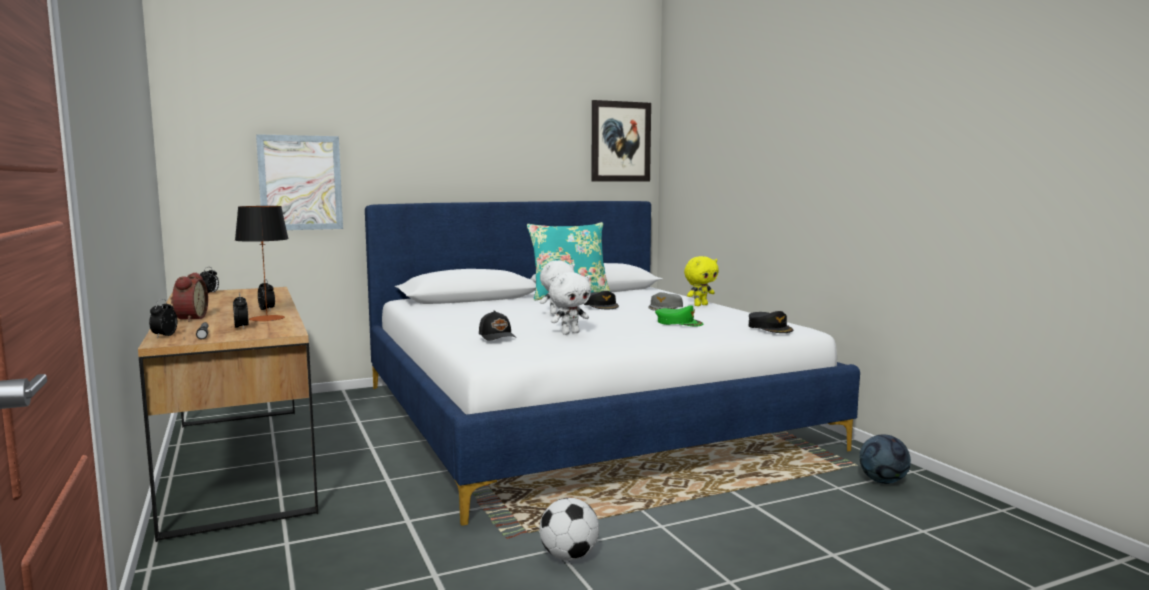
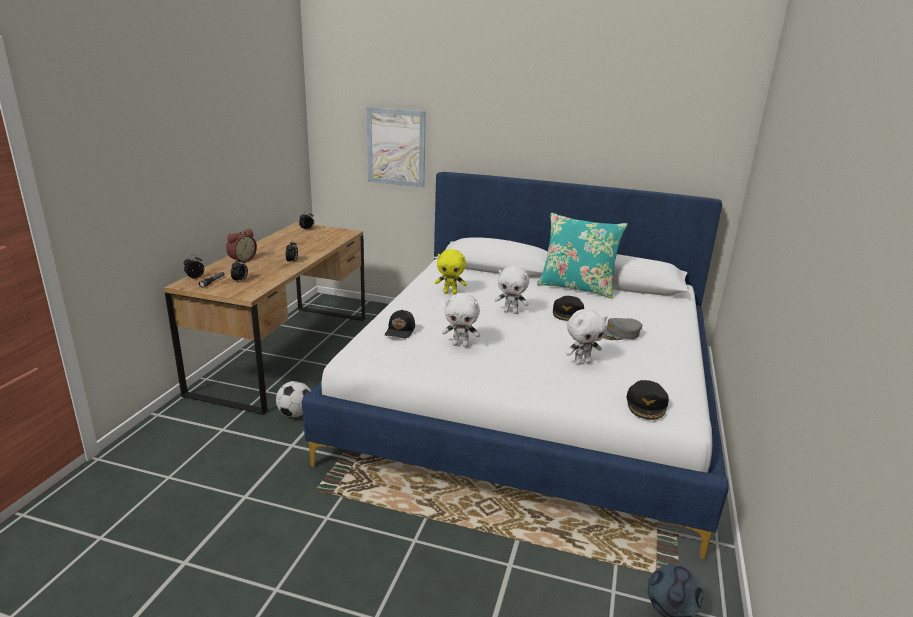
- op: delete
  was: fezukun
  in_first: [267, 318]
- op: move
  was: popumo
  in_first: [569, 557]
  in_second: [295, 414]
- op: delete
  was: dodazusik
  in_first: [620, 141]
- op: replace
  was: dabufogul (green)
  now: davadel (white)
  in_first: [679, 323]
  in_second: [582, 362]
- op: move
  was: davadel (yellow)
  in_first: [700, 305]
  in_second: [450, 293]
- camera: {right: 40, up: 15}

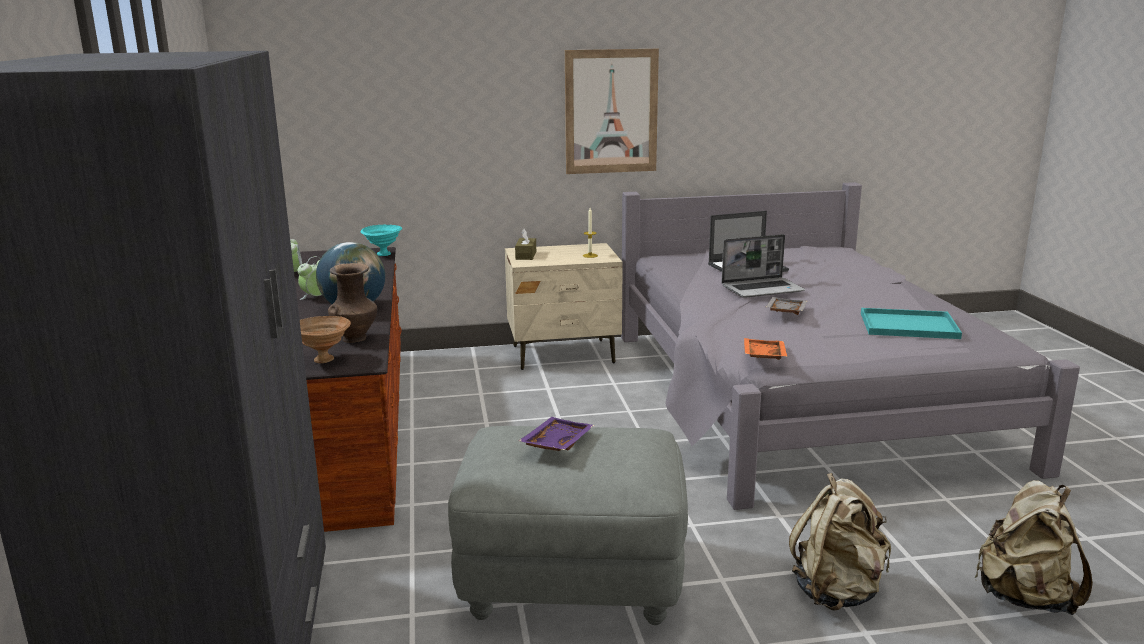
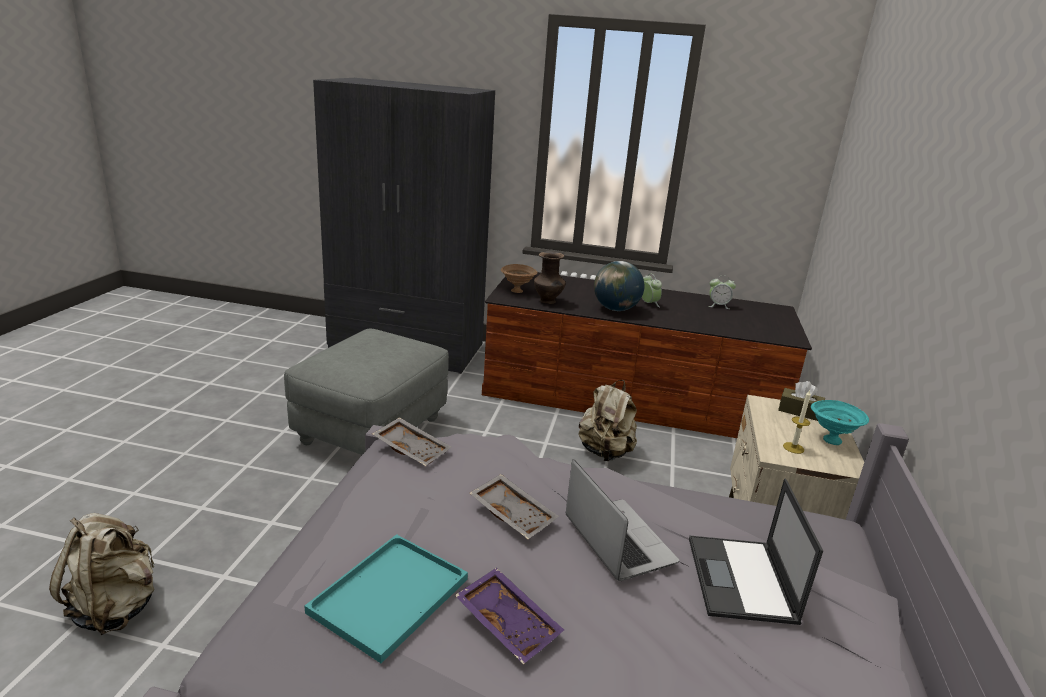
- op: move
  was: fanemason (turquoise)
  in_first: [383, 254]
  in_second: [830, 440]
- op: move
  was: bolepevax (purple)
  in_first: [556, 444]
  in_second: [509, 622]
- op: delete
  was: dodazusik
  in_first: [611, 112]
- op: rotate
  was: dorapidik
  in_first: [763, 289]
  in_second: [616, 540]
  clockwise: 150
- op: recolor
  was: bolepevax (orange)
  now: bolepevax (grey)
  in_first: [762, 357]
  in_second: [412, 449]
- op: move
  was: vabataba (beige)
  in_first: [837, 591]
  in_second: [605, 452]
- camera: {right: 110, up: 5}

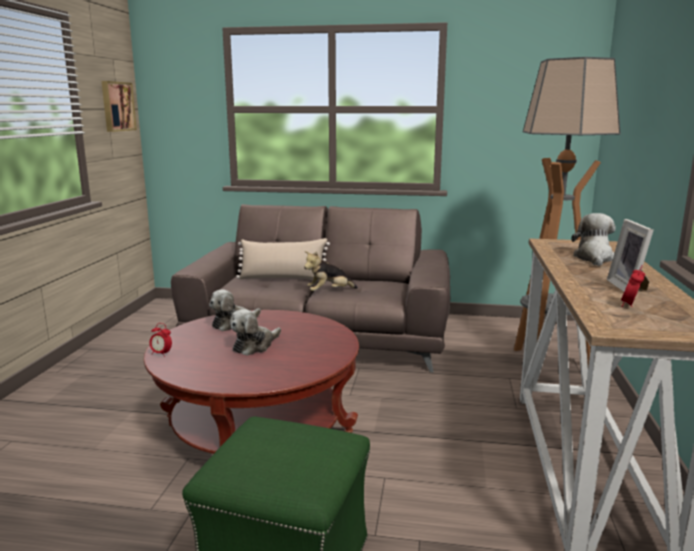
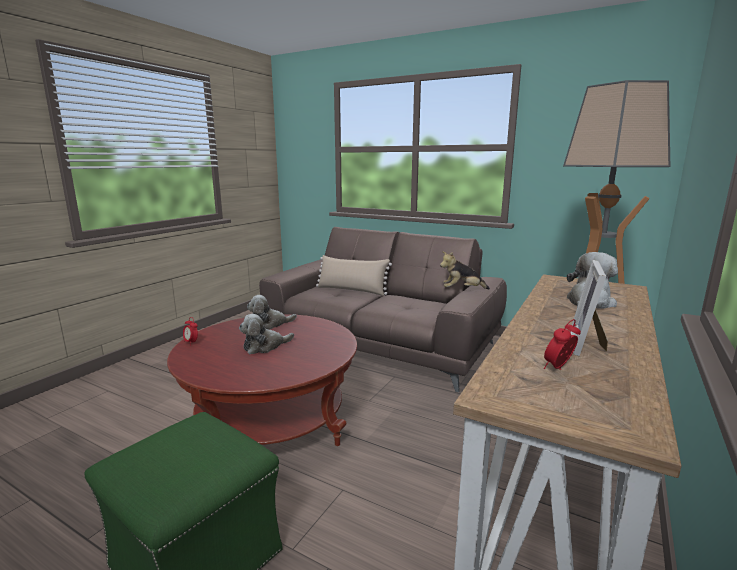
- op: delete
  was: dodazusik
  in_first: [117, 106]
- op: move
  was: davadel
  in_first: [329, 292]
  in_second: [462, 290]
- camera: {right: 20, up: 0}

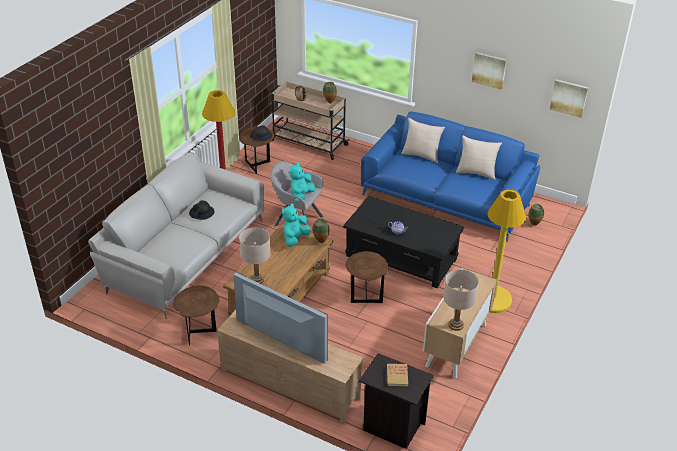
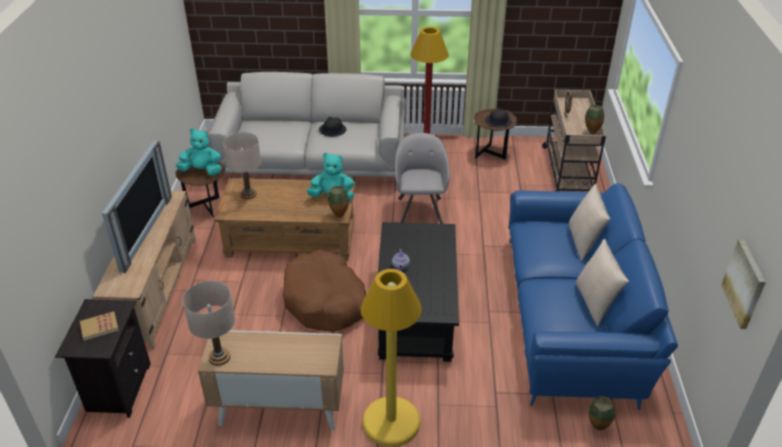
- op: move
  was: davadel (turquoise)
  in_first: [301, 195]
  in_second: [202, 171]
- op: replace
  was: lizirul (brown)
  now: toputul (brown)
  in_first: [365, 296]
  in_second: [325, 301]
- op: delete
  was: dodazusik
  in_first: [489, 70]
- camera: {right: 65, up: 0}

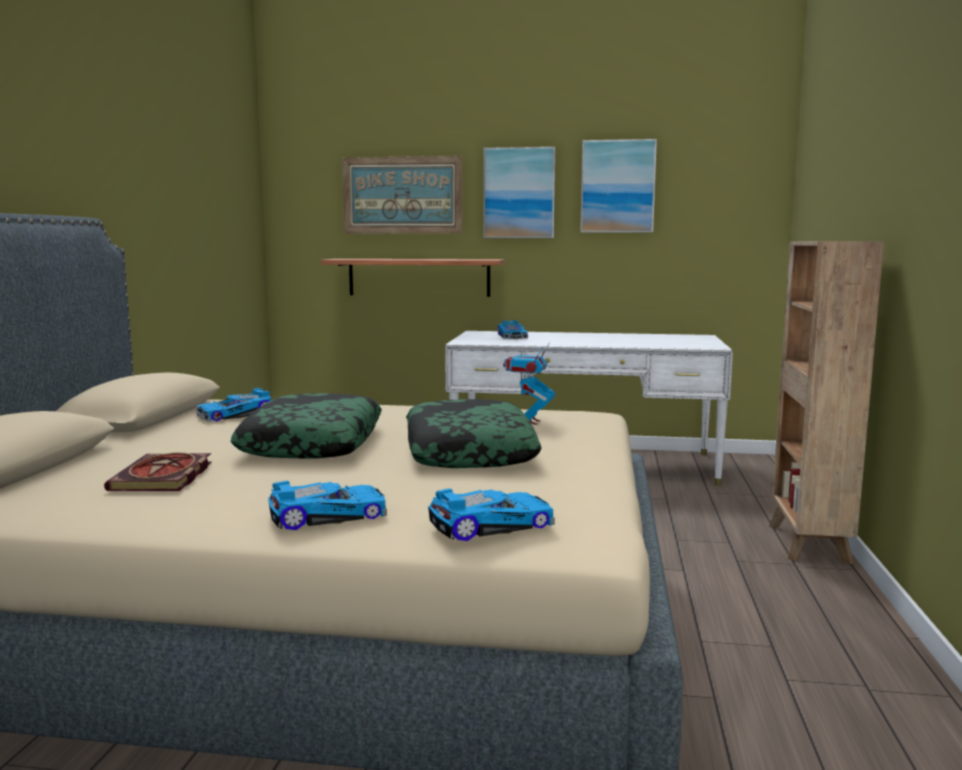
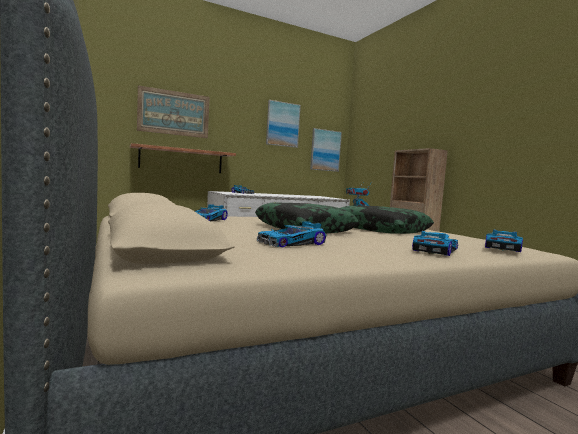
- op: replace
  was: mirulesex
  now: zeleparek
  in_first: [163, 478]
  in_second: [292, 243]
- op: move
  was: dodazusik
  in_first: [519, 193]
  in_second: [325, 150]
- camera: {right: -35, up: -5}

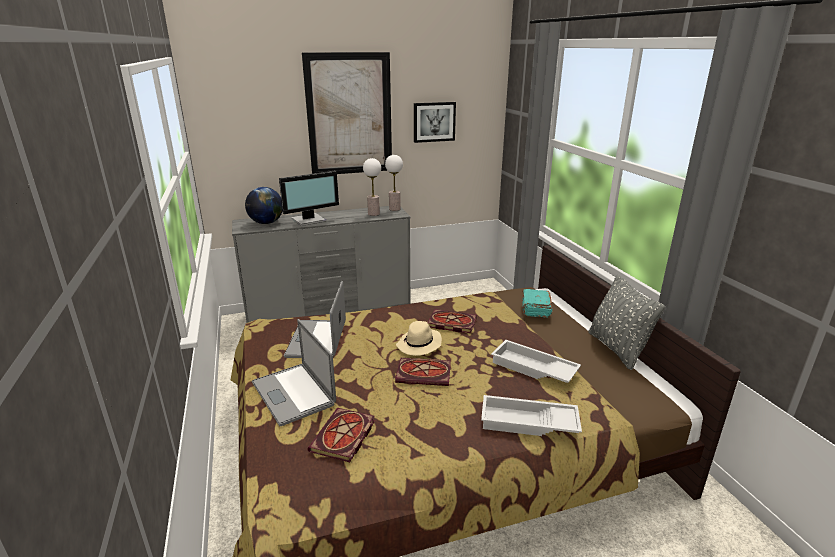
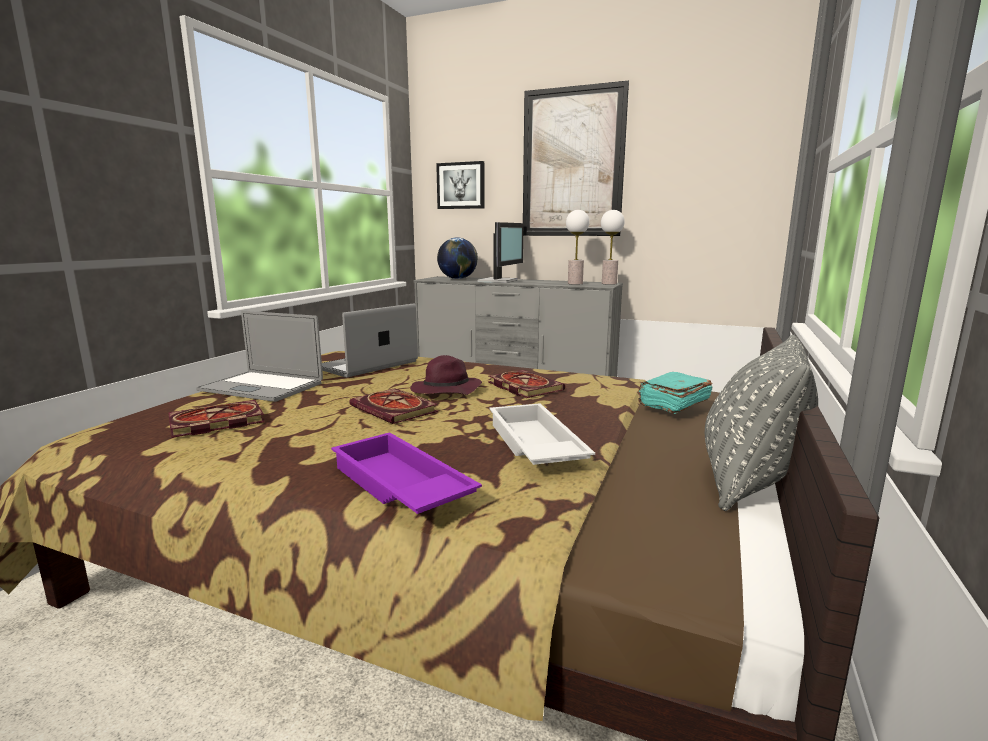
- op: rotate
  was: dorapidik
  in_first: [293, 393]
  in_second: [261, 387]
  clockwise: -75
- op: rotate
  was: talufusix
  in_first: [309, 220]
  in_second: [499, 281]
  clockwise: -75
- op: recolor
  was: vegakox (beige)
  now: vegakox (purple)
  in_first: [419, 345]
  in_second: [445, 391]
- op: move
  was: dodazusik
  in_first: [434, 122]
  in_second: [461, 185]
- op: recolor
  was: bolepevax (white)
  now: bolepevax (purple)
  in_first: [528, 423]
  in_second: [398, 486]
- camera: {right: 40, up: -10}

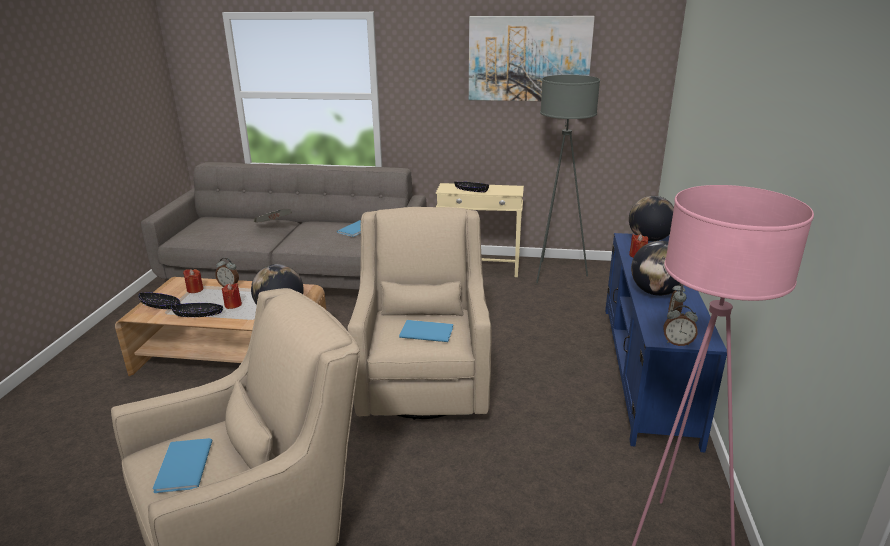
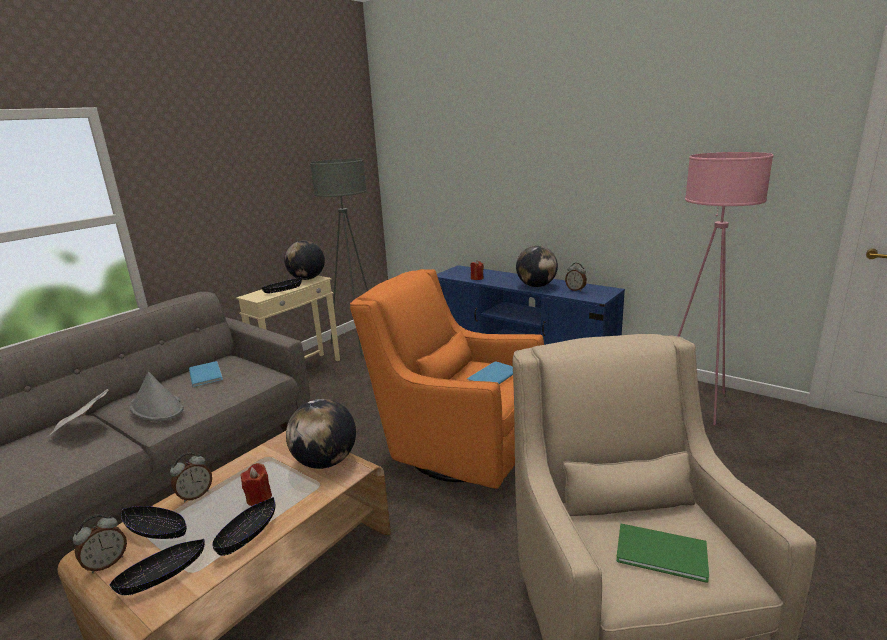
- op: recolor
  was: mirulesex (blue)
  now: mirulesex (green)
  in_first: [181, 467]
  in_second: [663, 555]
- op: replace
  was: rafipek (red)
  now: fanemason (black)
  in_first: [195, 289]
  in_second: [157, 531]
- op: recolor
  was: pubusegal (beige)
  now: pubusegal (orange)
  in_first: [424, 384]
  in_second: [456, 448]
- op: delete
  was: dodazusik
  in_first: [529, 59]
- op: move
  was: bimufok
  in_first: [649, 239]
  in_second: [307, 279]
- op: move
  was: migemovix
  in_first: [677, 343]
  in_second: [106, 563]
- op: insert
  now: vegakox (grey)
  in_second: [157, 408]
- camera: {right: -60, up: -5}

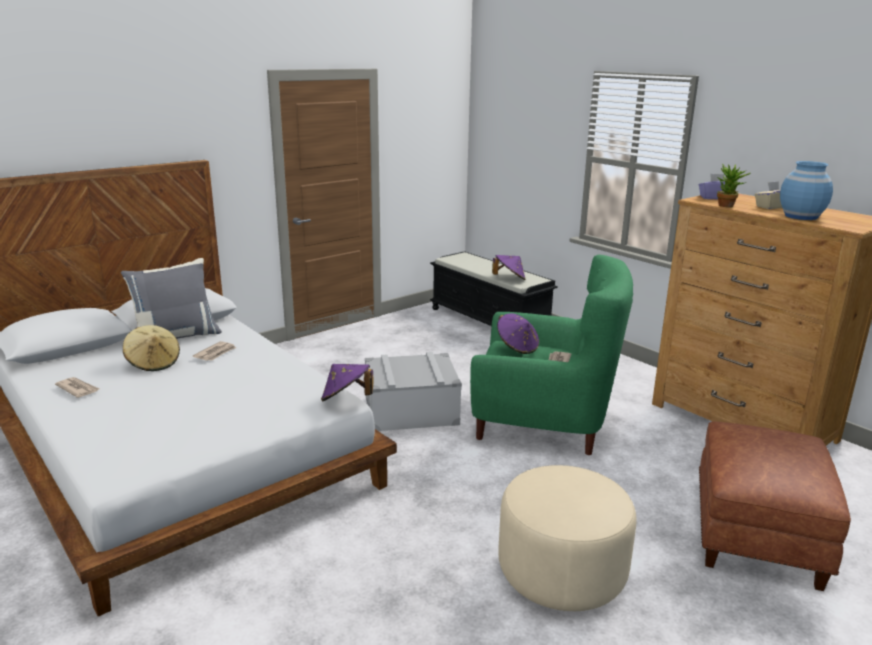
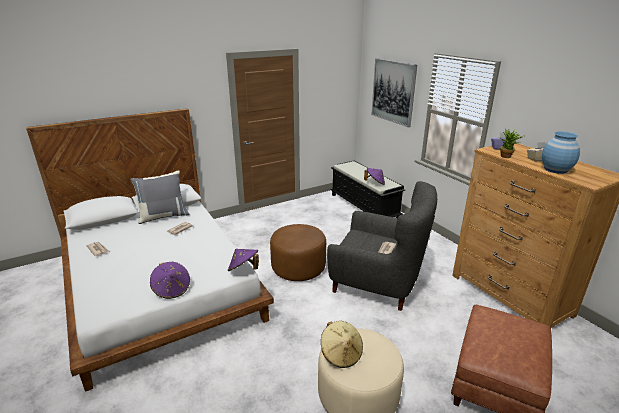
- op: move
  was: vegakox (beige)
  in_first: [153, 363]
  in_second: [341, 354]
- op: replace
  was: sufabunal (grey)
  now: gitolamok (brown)
  in_first: [411, 411]
  in_second: [298, 268]
- op: recolor
  was: pubusegal (green)
  now: pubusegal (grey)
  in_first: [544, 423]
  in_second: [378, 284]
- op: move
  was: vegakox (purple)
  in_first: [517, 347]
  in_second: [172, 289]
- op: insert
  now: dodazusik
  in_second: [393, 91]
- camera: {right: 10, up: 5}

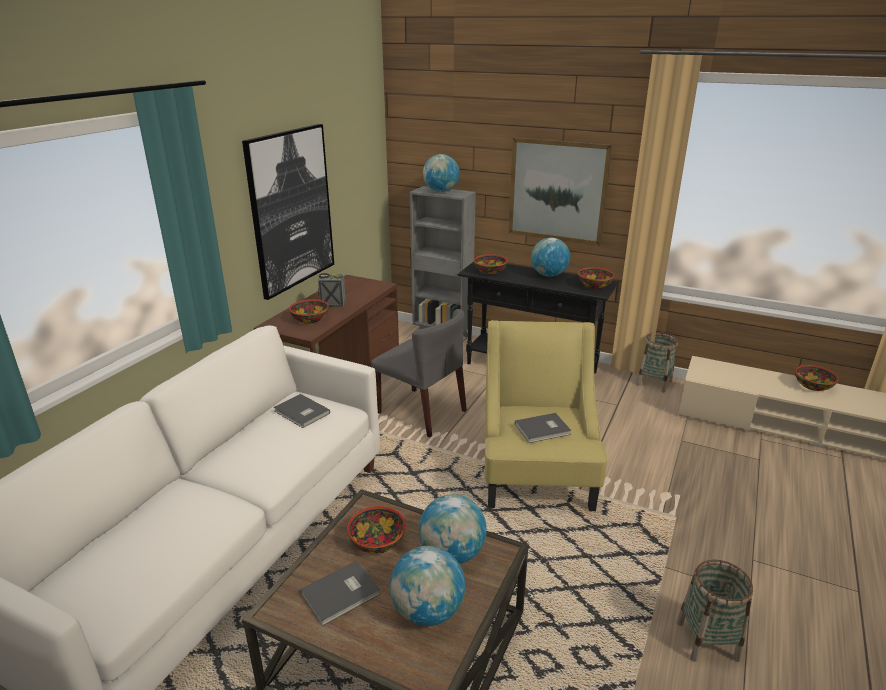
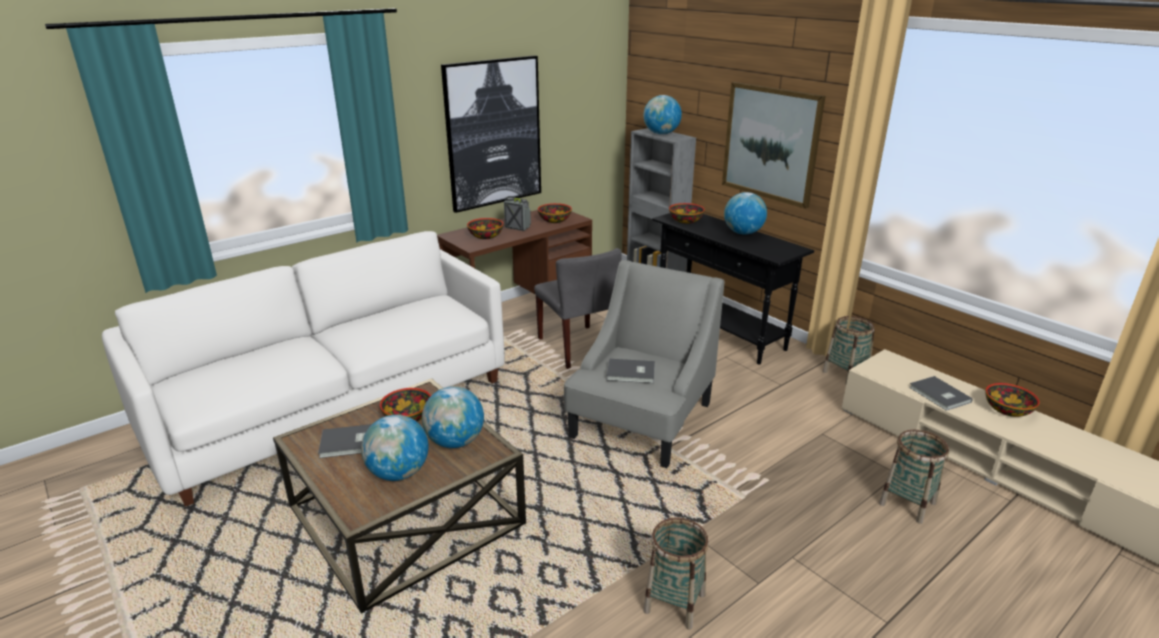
- op: move
  was: mirulesex (grey)
  in_first: [301, 413]
  in_second: [939, 395]
- op: recolor
  was: pubusegal (yellow)
  now: pubusegal (grey)
  in_first: [536, 471]
  in_second: [641, 420]
- op: move
  was: fanemason
  in_first: [594, 285]
  in_second: [554, 220]
- op: insert
  now: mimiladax
  in_second: [907, 503]
- camera: {right: 25, up: 0}

